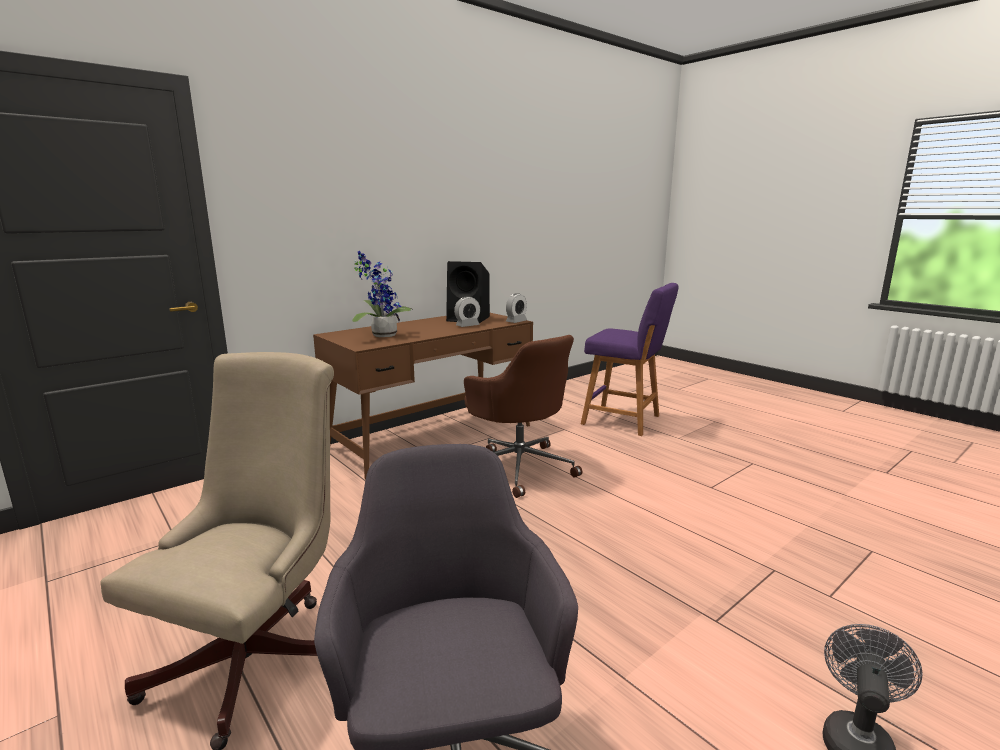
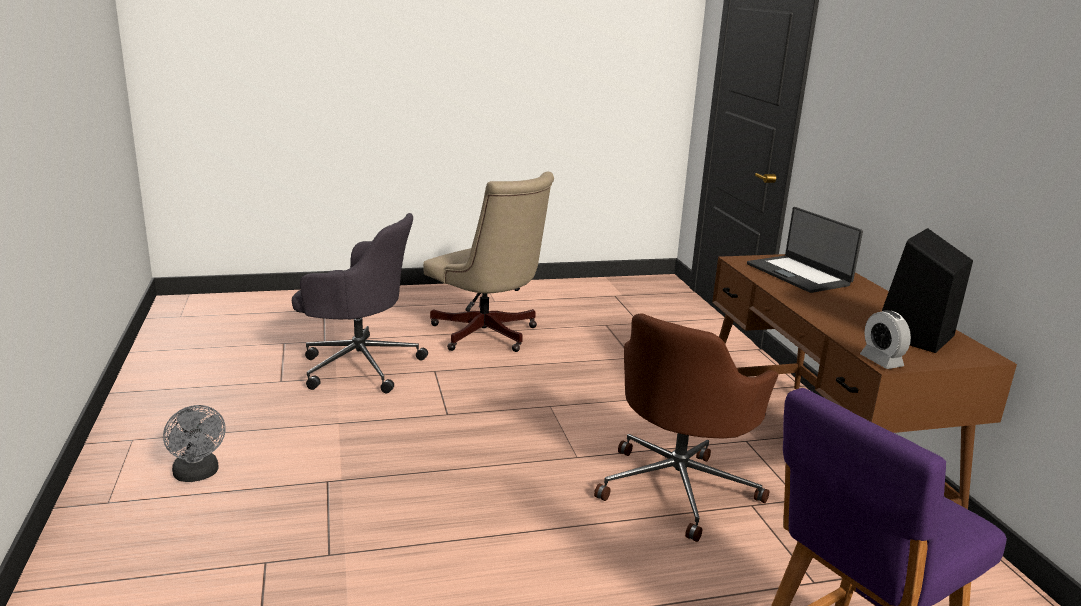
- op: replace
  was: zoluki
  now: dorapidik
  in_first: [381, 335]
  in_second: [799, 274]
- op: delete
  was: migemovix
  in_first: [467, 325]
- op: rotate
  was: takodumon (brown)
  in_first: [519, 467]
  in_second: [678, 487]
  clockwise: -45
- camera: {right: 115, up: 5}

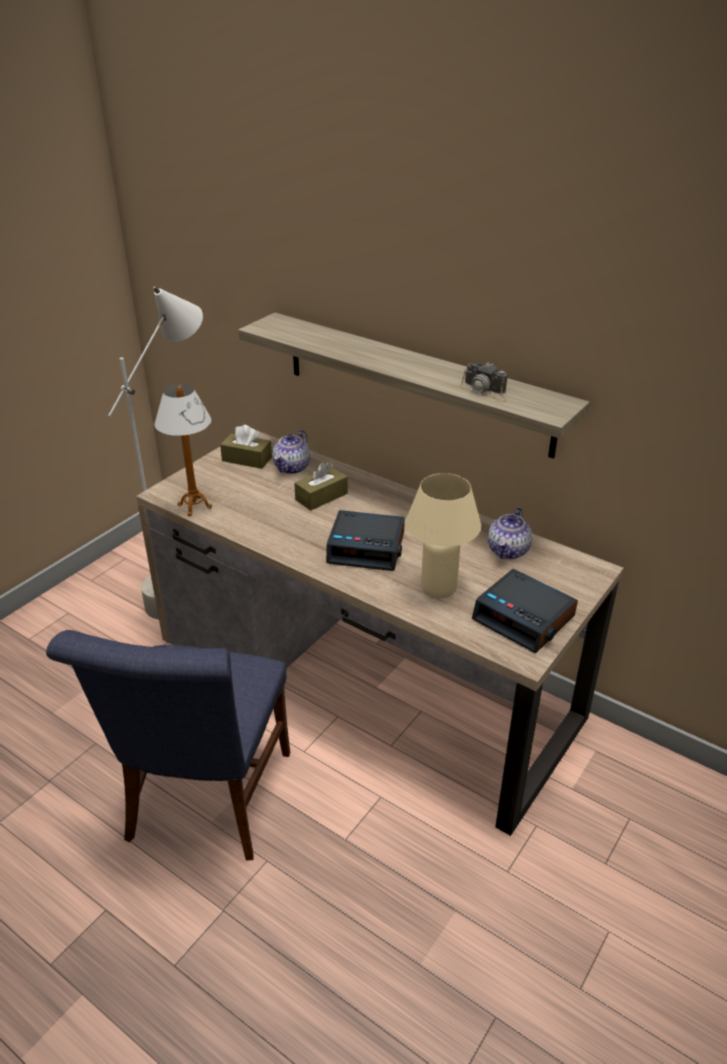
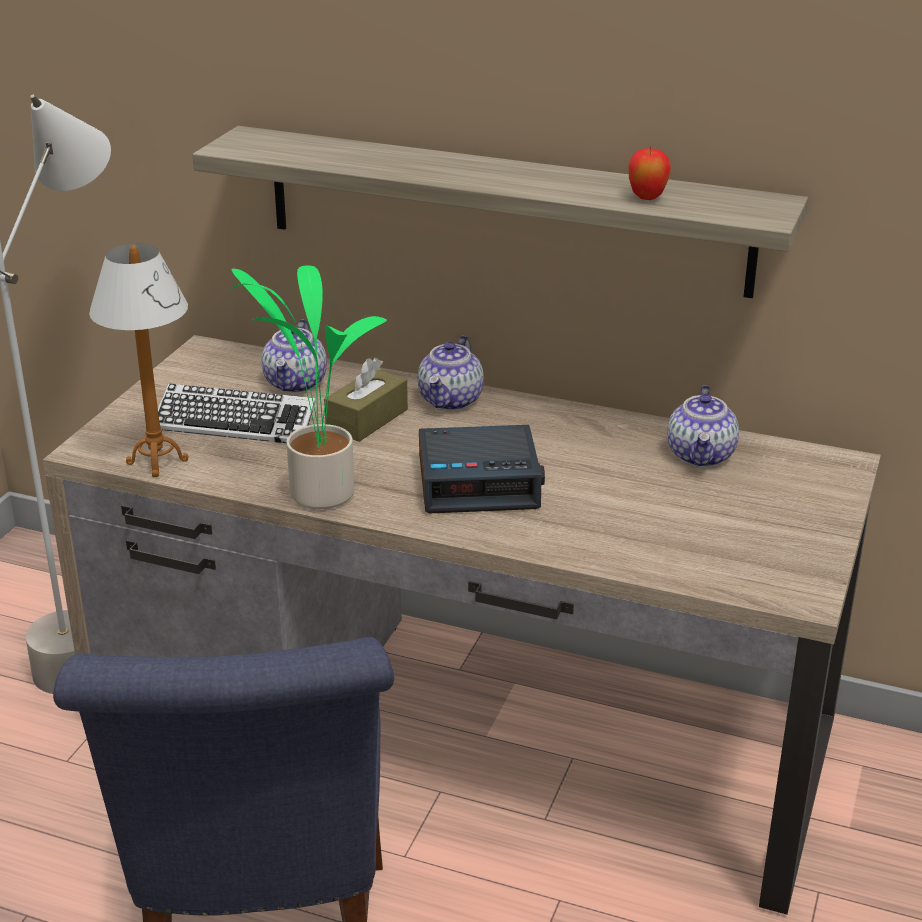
- op: delete
  was: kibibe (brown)
  in_first: [247, 459]
- op: delete
  was: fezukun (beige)
  in_first: [438, 588]
- op: replace
  was: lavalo
  now: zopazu
  in_first: [485, 391]
  in_second: [647, 198]
- op: delete
  was: migemovix
  in_first: [524, 618]
- op: insert
  now: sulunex
  in_second: [235, 423]
- op: insert
  now: zoluki
  in_second: [318, 492]
- op: insert
  now: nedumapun
  in_second: [451, 401]
- camera: {right: -15, up: -5}

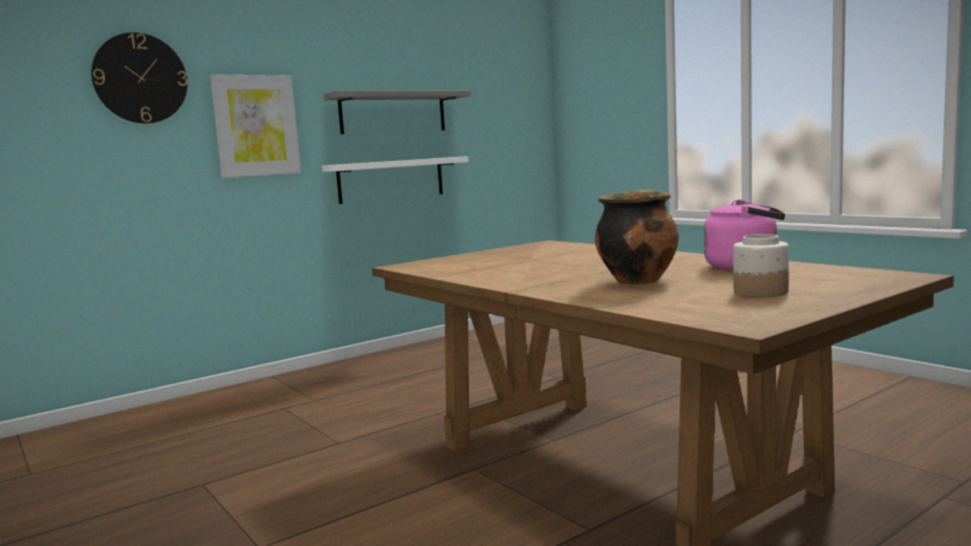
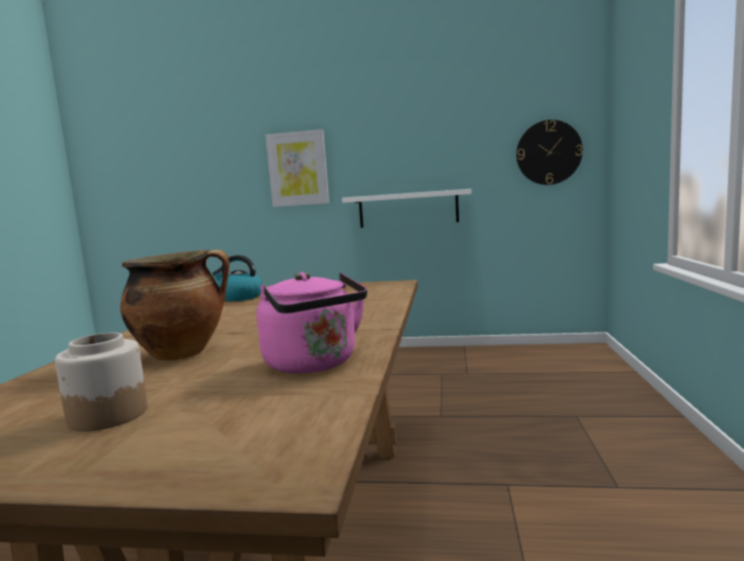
- op: move
  was: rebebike
  in_first: [140, 78]
  in_second: [548, 152]
- op: delete
  was: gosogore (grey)
  in_first: [393, 113]
- op: insert
  now: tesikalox
  in_second: [240, 297]
- camera: {right: 45, up: 0}

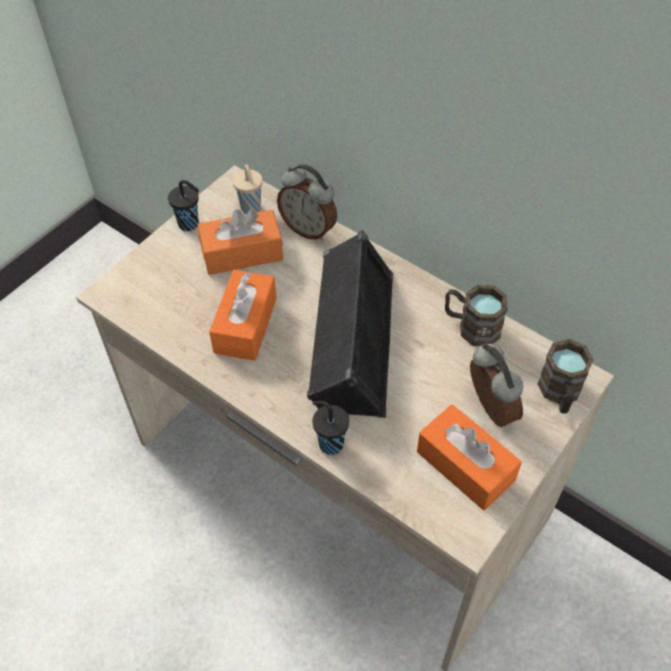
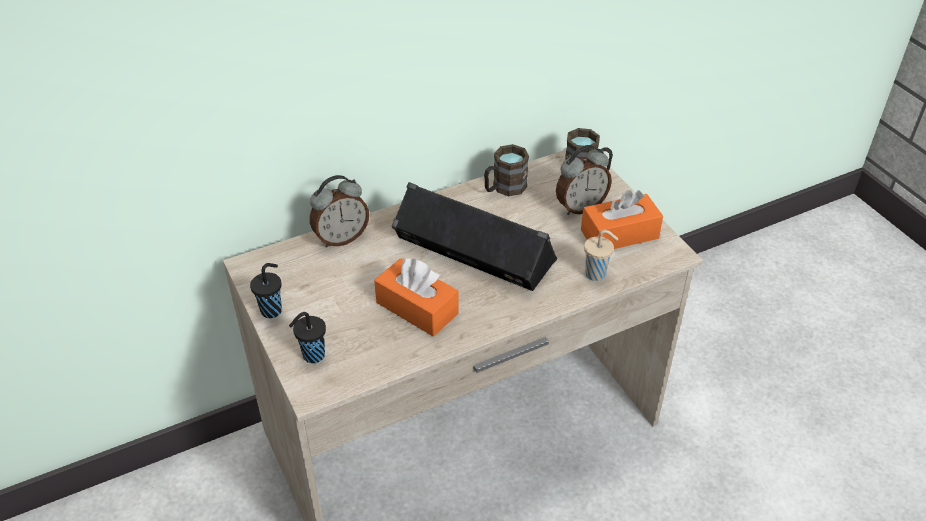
- op: delete
  was: kibibe (orange)
  in_first: [242, 253]
- op: move
  was: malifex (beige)
  in_first: [251, 208]
  in_second: [596, 274]
- op: move
  was: malifex (black)
  in_first: [329, 443]
  in_second: [312, 356]
- op: rotate
  was: migemovix
  in_first: [488, 409]
  in_second: [580, 207]
  clockwise: 150
- camera: {right: -65, up: -10}

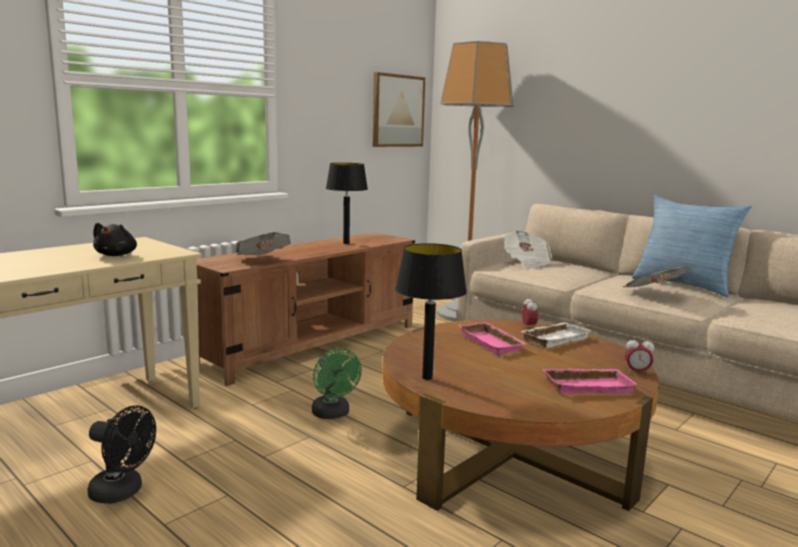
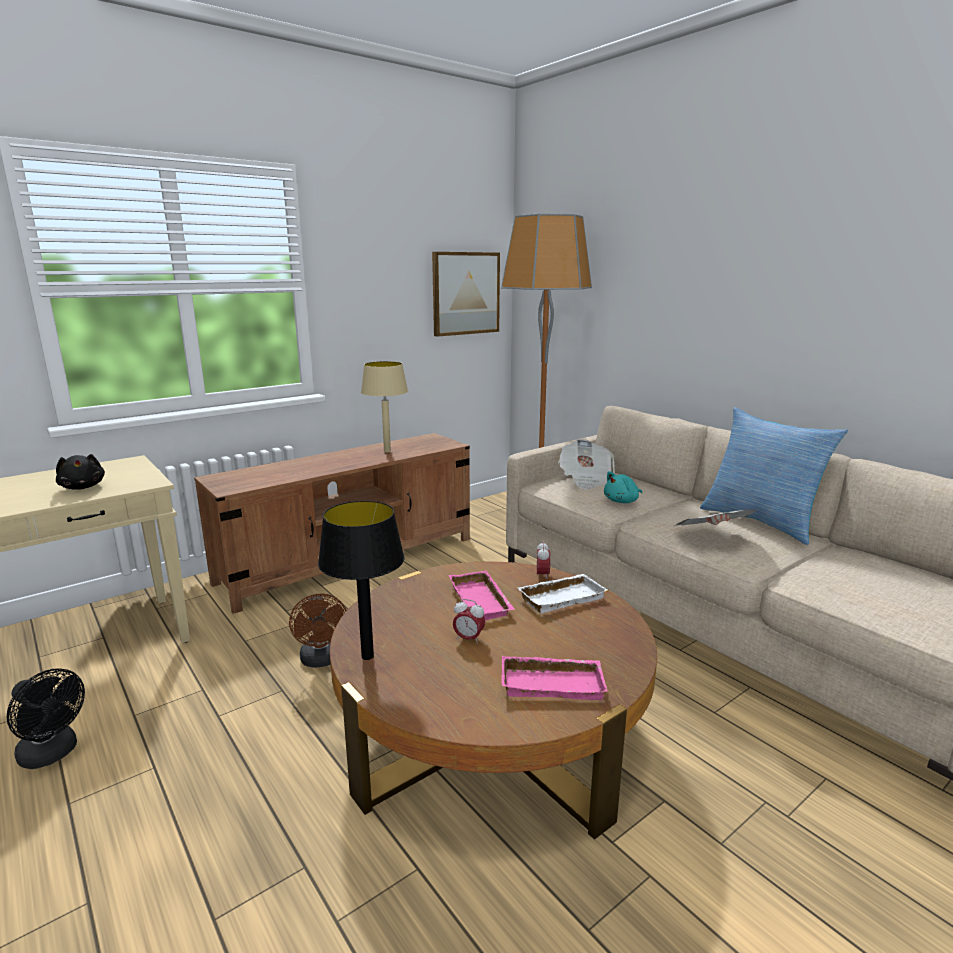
- op: rotate
  was: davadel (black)
  in_first: [117, 255]
  in_second: [83, 487]
  clockwise: -45
- op: delete
  was: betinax
  in_first: [263, 260]
- op: recolor
  was: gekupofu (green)
  now: gekupofu (brown)
  in_first: [333, 414]
  in_second: [322, 660]
- op: recolor
  was: fezukun (black)
  now: fezukun (beige)
  in_first: [346, 243]
  in_second: [387, 451]
- op: move
  was: migemovix
  in_first: [637, 372]
  in_second: [468, 639]
- op: insert
  now: davadel (turquoise)
  in_second: [622, 501]
- camera: {right: 10, up: 5}

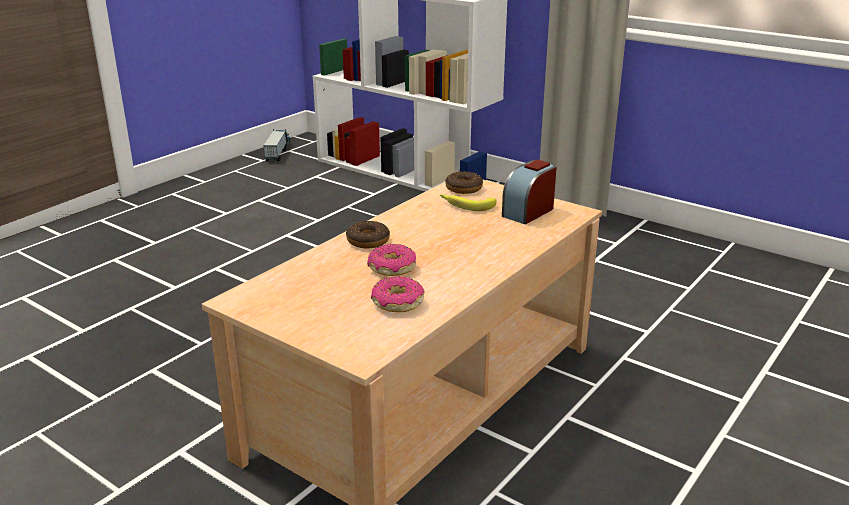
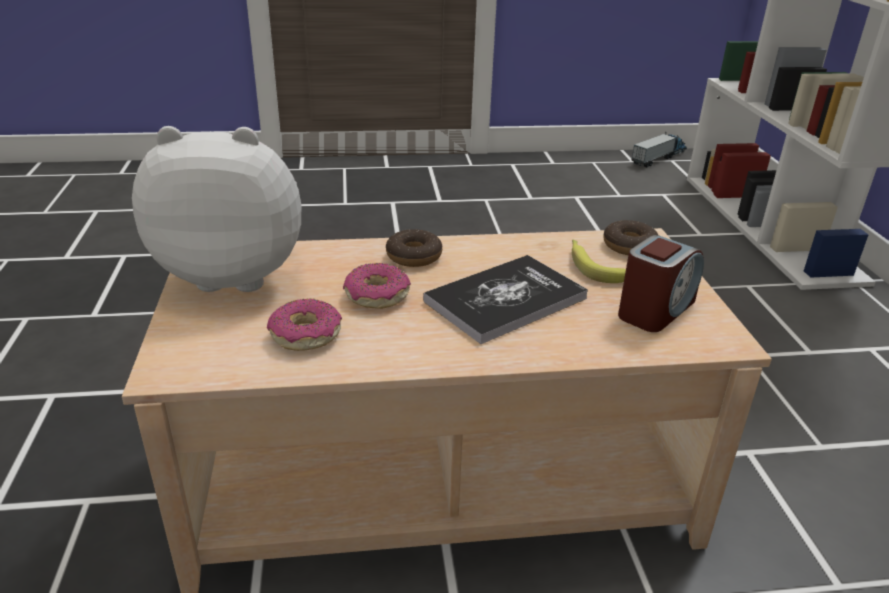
- op: rotate
  was: migemovix
  in_first: [528, 212]
  in_second: [655, 310]
  clockwise: 135
- op: insert
  now: davadel
  in_second: [235, 274]
- op: insert
  now: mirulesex
  in_second: [505, 300]
- camera: {right: 45, up: 5}

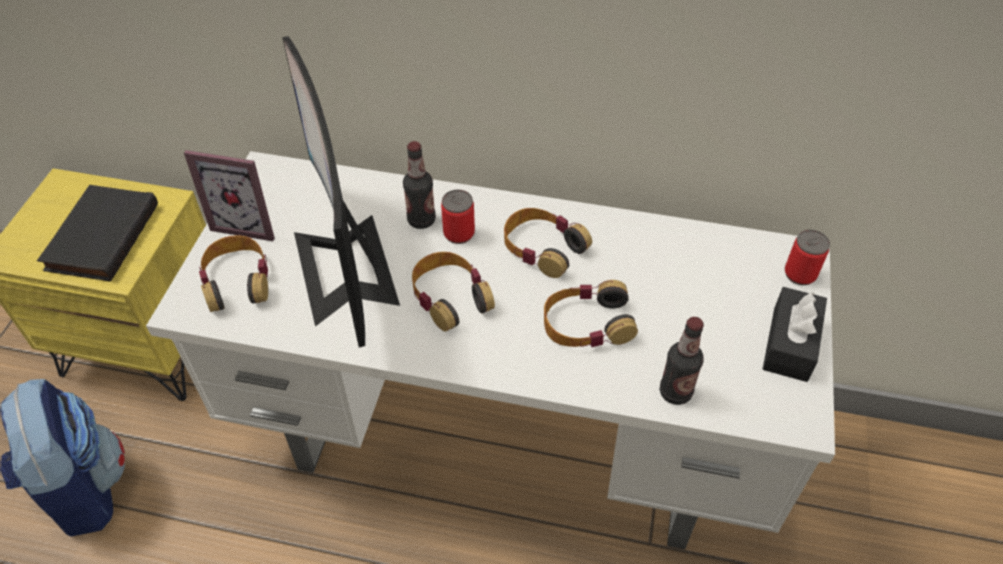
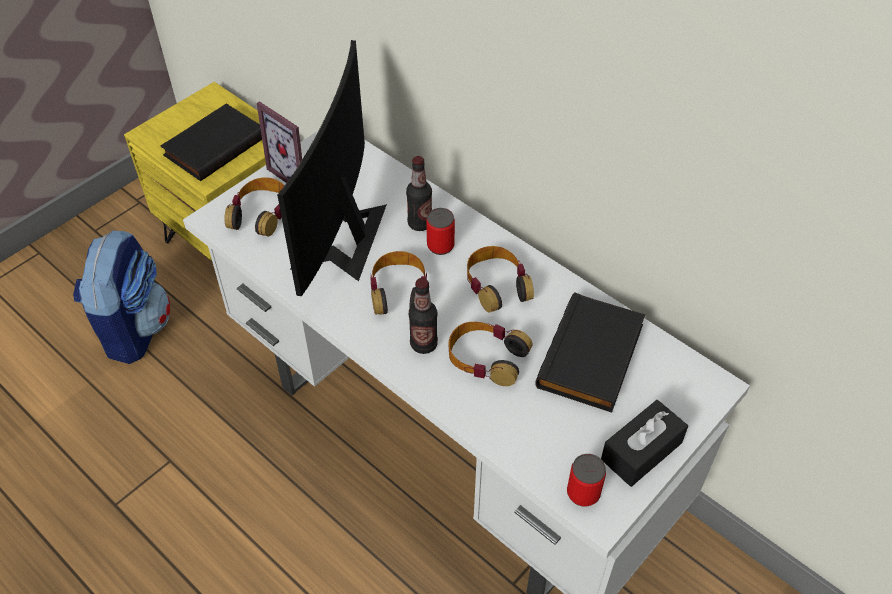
- op: move
  was: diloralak
  in_first: [675, 392]
  in_second: [423, 344]
- op: move
  was: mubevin
  in_first: [800, 274]
  in_second: [583, 493]
- op: insert
  now: mirulesex (black)
  in_second: [593, 357]
- camera: {right: 30, up: 0}

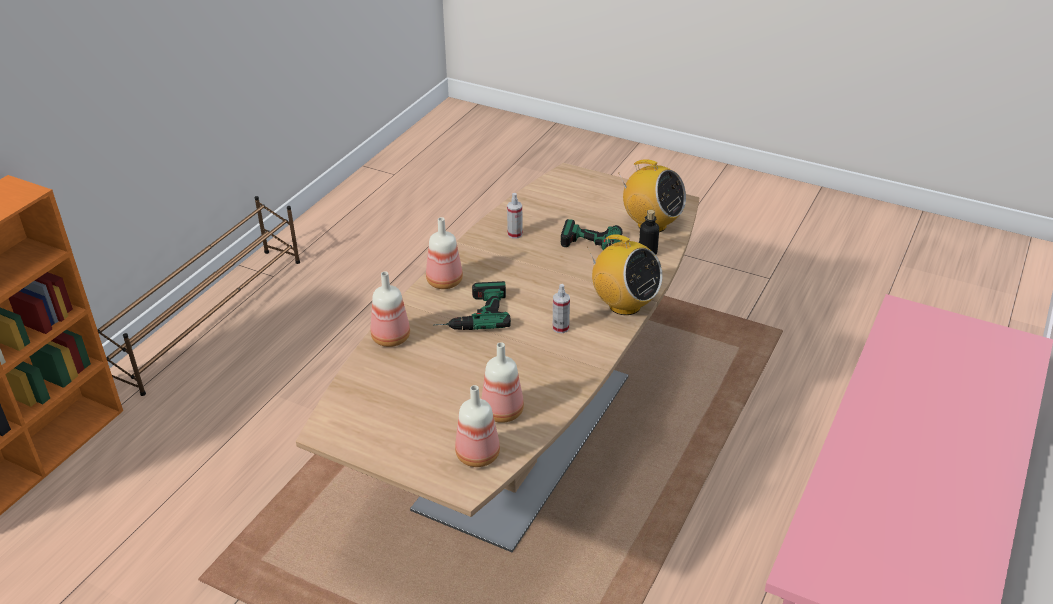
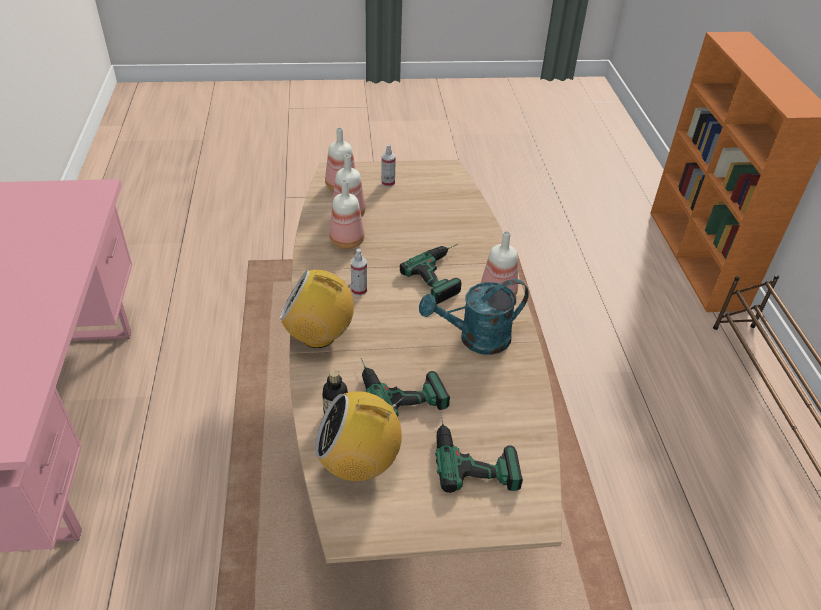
- op: move
  was: diloralak
  in_first: [389, 338]
  in_second: [348, 241]
- op: move
  was: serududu
  in_first: [515, 234]
  in_second: [388, 183]
- op: insert
  now: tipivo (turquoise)
  in_second: [476, 339]
- op: insert
  now: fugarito
  in_second: [473, 453]
- camera: {right: 145, up: 5}

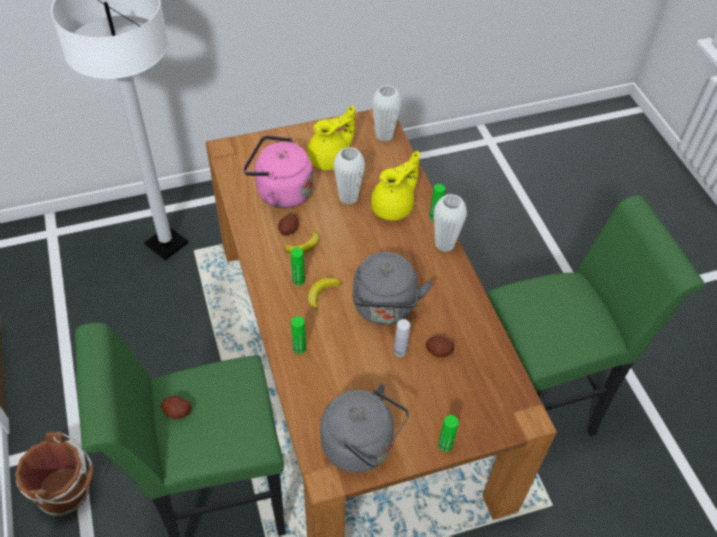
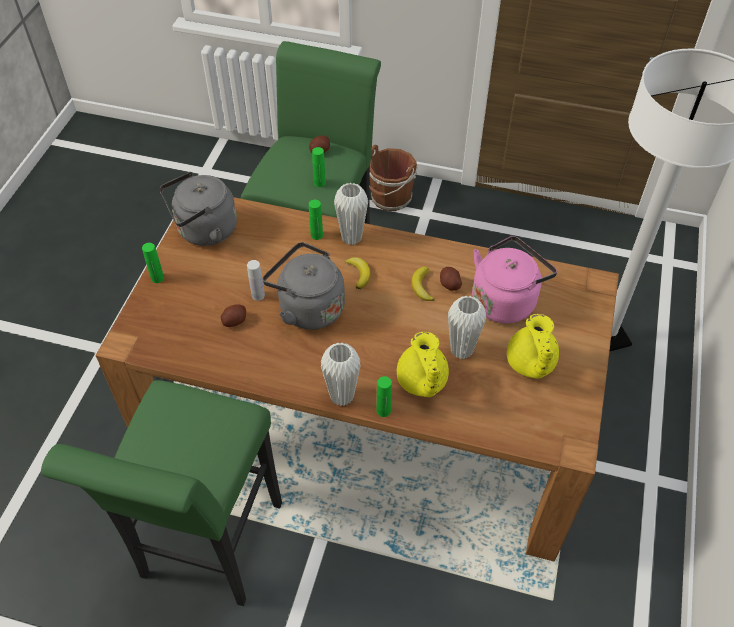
- op: move
  was: diloralak (green)
  in_first: [298, 280]
  in_second: [319, 183]
- op: move
  was: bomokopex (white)
  in_first: [384, 135]
  in_second: [351, 237]
- camera: {right: 125, up: 0}

